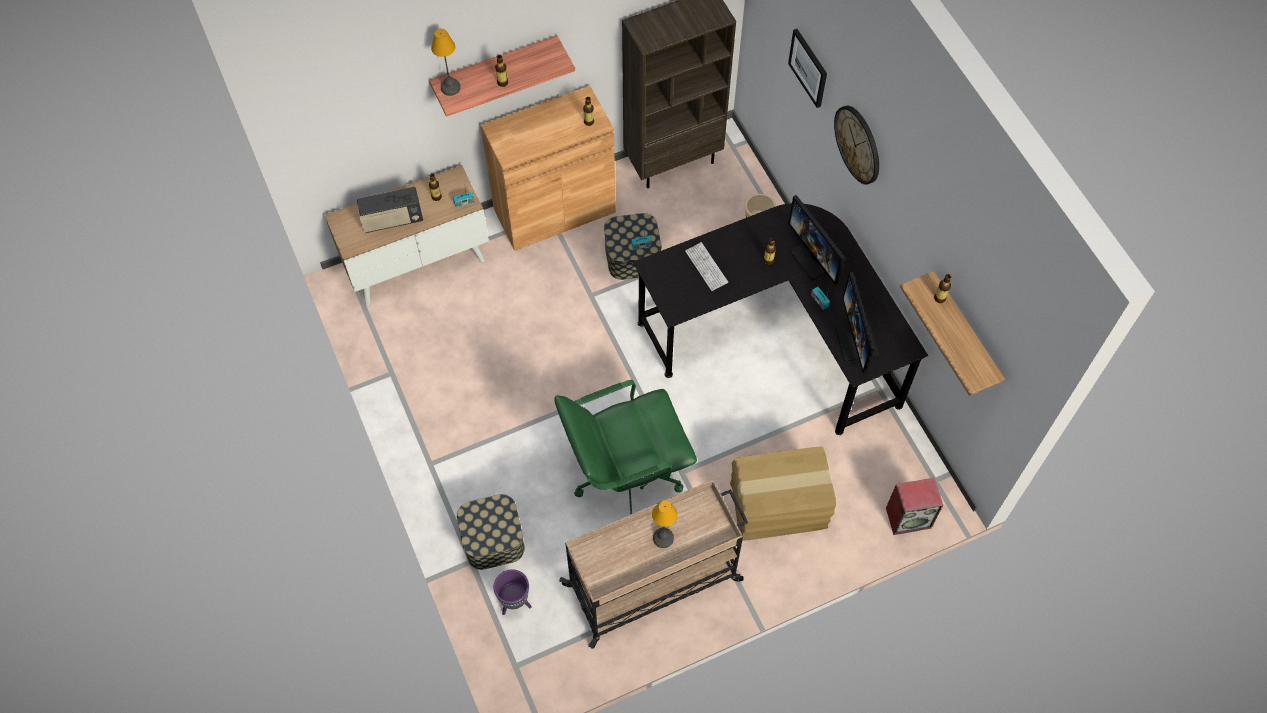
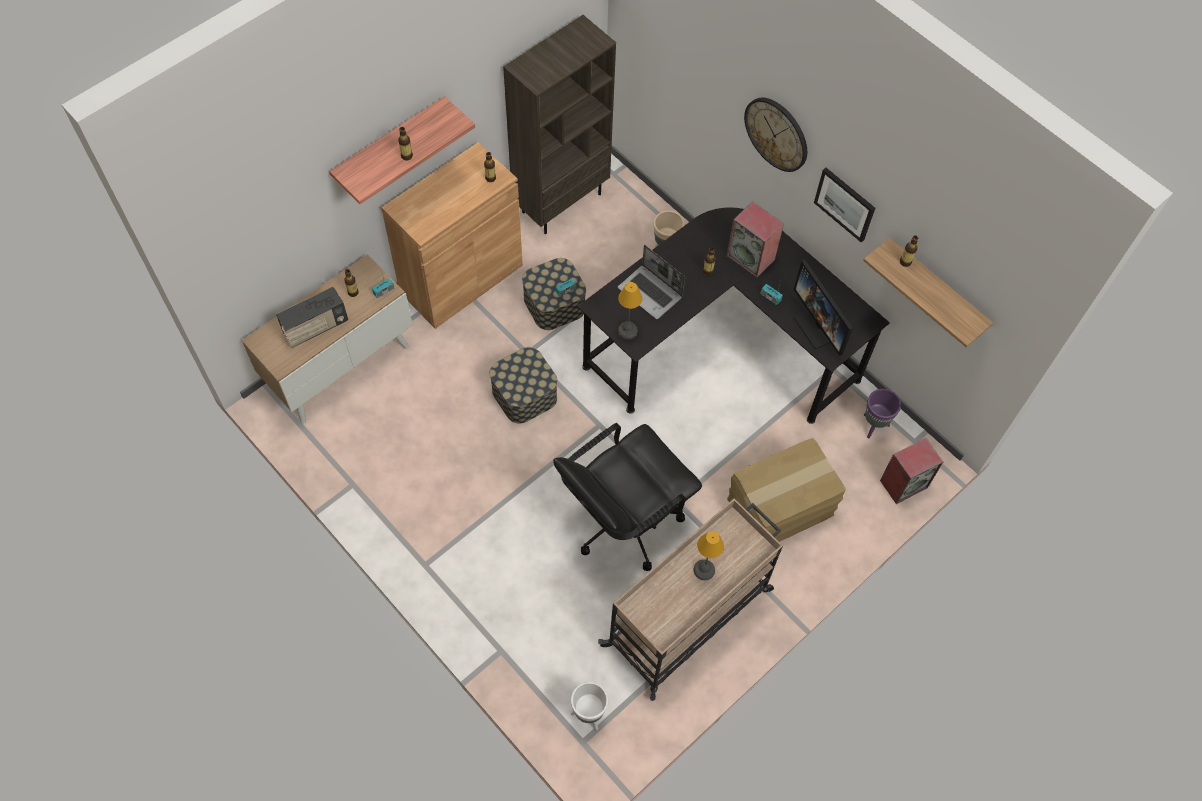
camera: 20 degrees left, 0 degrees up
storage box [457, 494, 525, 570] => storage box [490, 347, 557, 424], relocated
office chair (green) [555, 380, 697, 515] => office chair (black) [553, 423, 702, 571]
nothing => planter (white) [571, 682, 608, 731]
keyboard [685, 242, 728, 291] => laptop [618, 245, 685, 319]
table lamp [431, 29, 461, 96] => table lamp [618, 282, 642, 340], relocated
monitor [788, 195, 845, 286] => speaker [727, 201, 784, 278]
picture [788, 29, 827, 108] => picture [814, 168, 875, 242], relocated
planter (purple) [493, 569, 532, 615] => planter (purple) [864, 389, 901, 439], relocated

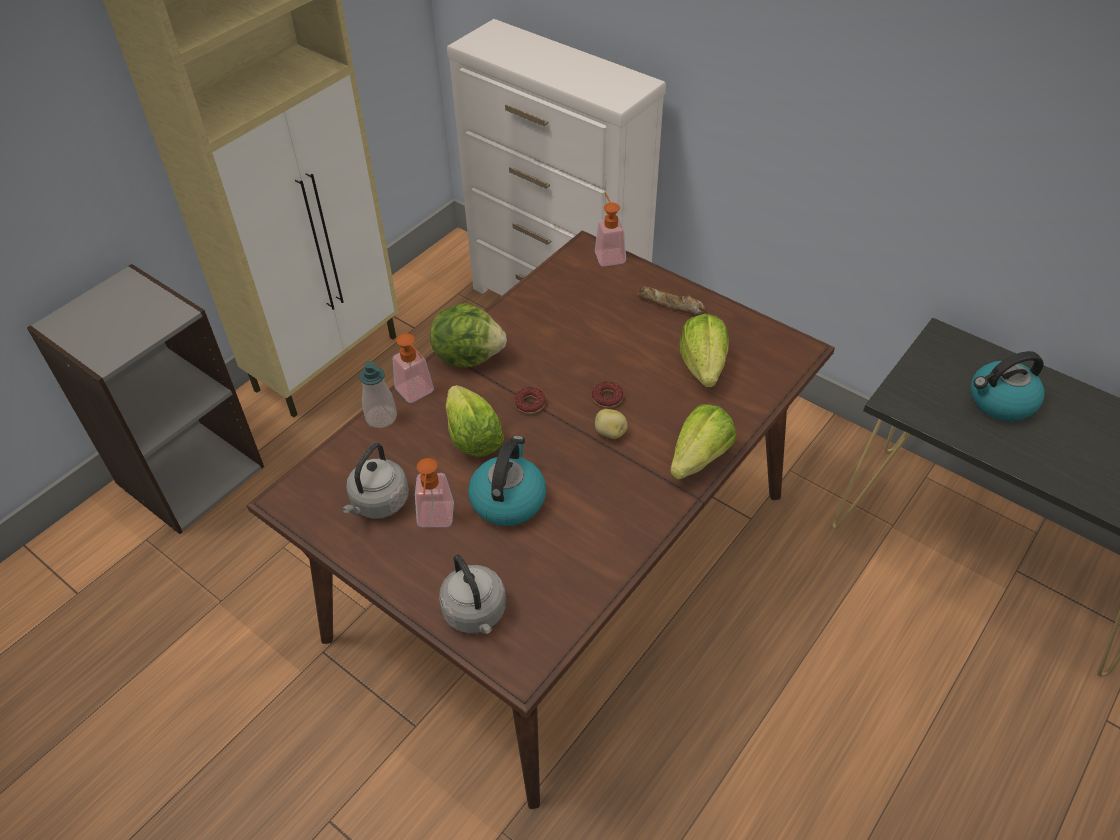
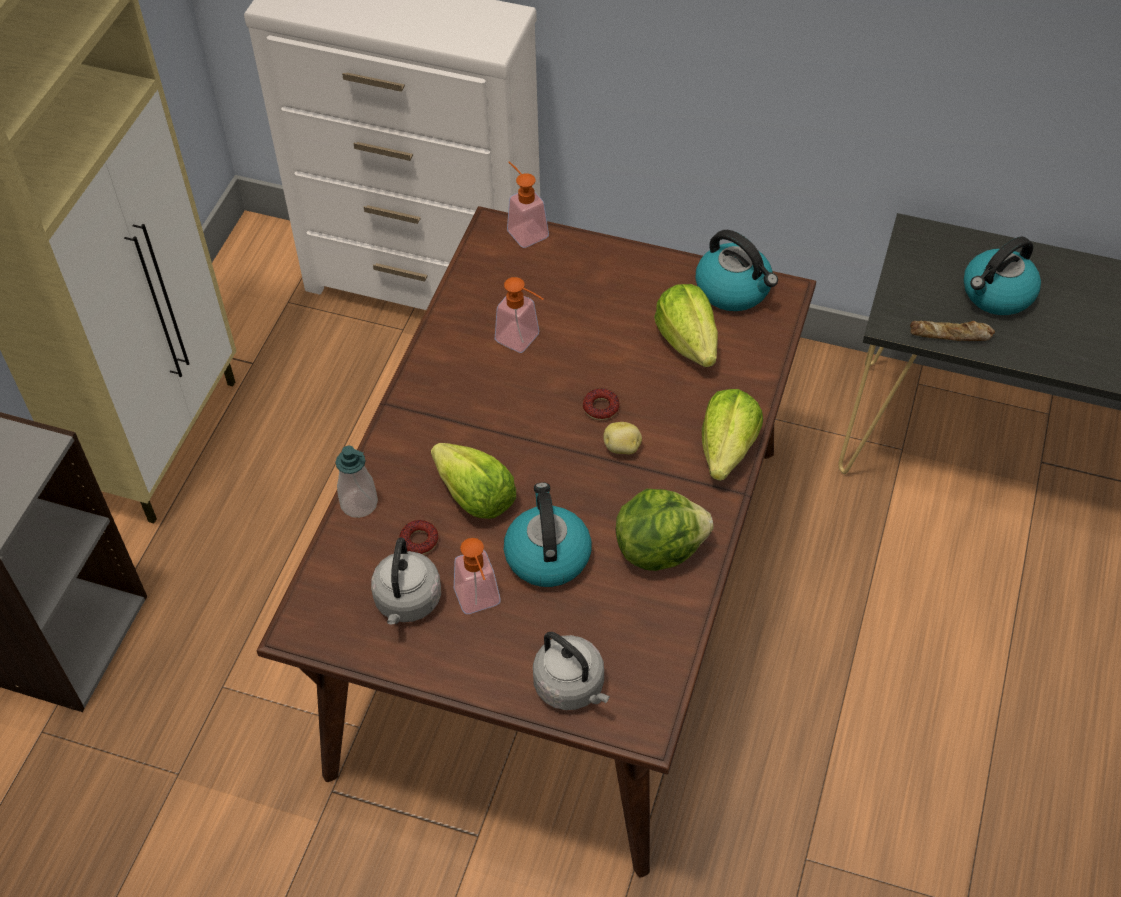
camera: 20 degrees left, 5 degrees up
donut [514, 387, 546, 414] => donut [399, 520, 439, 555], relocated
soap dispenser [393, 333, 434, 403] => soap dispenser [495, 277, 543, 353], relocated
lettuce [430, 303, 507, 367] => lettuce [616, 489, 713, 571], relocated
nothing => kettle [696, 230, 778, 311]
bread [638, 286, 705, 315] => bread [910, 321, 995, 341], relocated

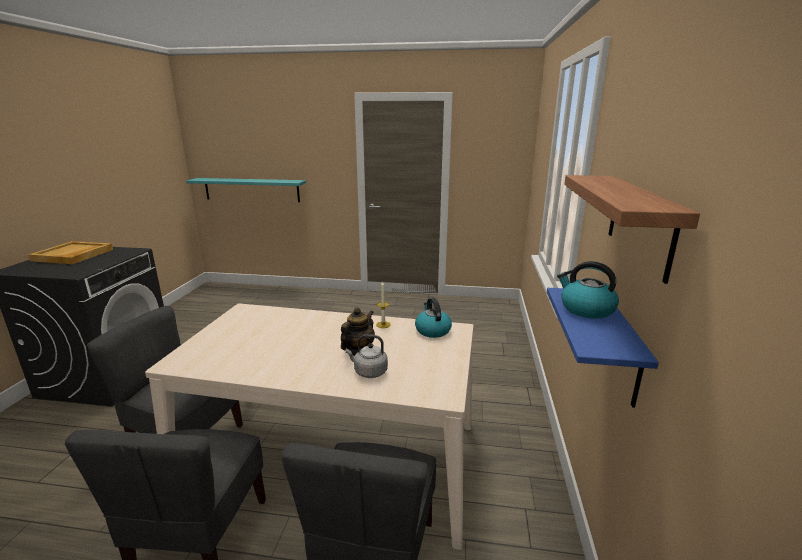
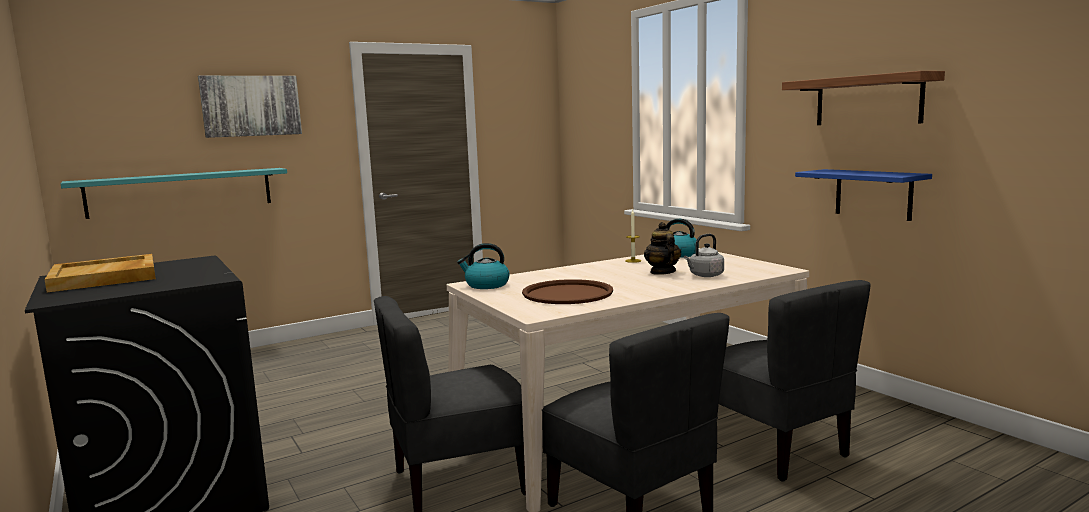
camera: 40 degrees left, 10 degrees down
nothing => picture [198, 76, 302, 138]
kettle [557, 261, 619, 319] => kettle [457, 243, 510, 289], relocated
nothing => tray (brown) [522, 279, 613, 304]

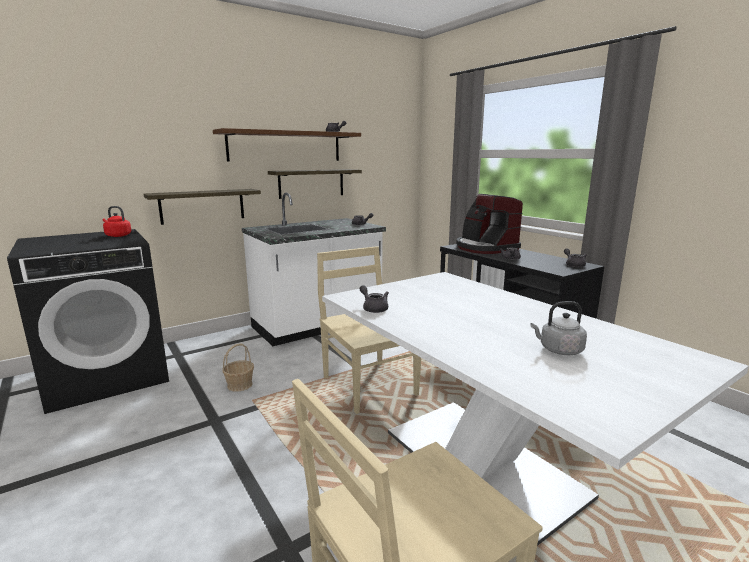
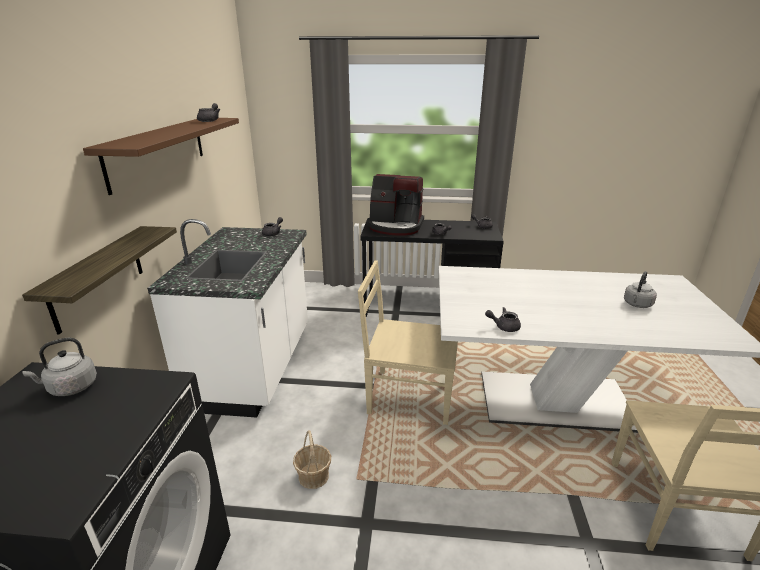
camera: 50 degrees left, 10 degrees up
kettle (red) [102, 206, 131, 237] => kettle (grey) [22, 338, 97, 396]
shelf [268, 169, 362, 199] => nothing

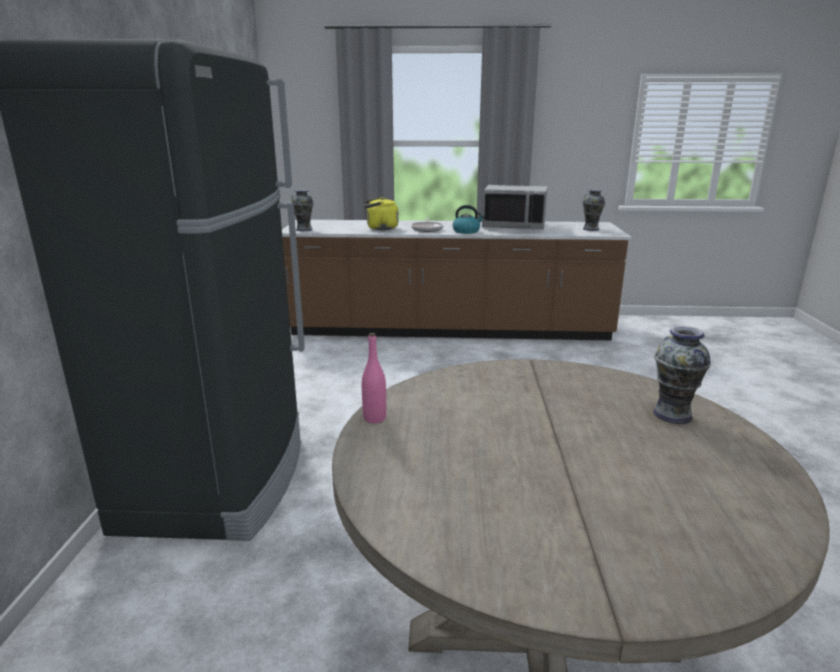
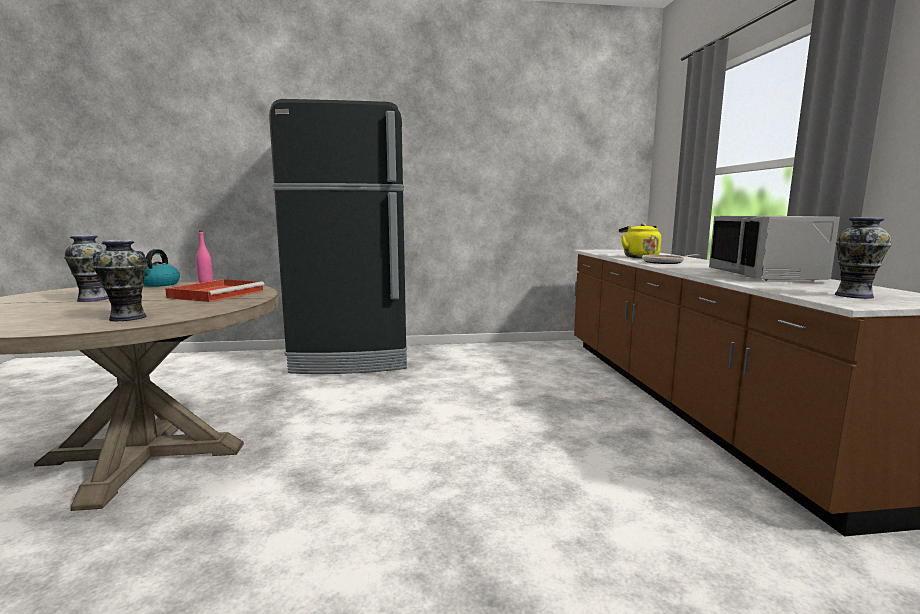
camera: 80 degrees right, 10 degrees down
vase [291, 189, 314, 231] => vase [64, 235, 109, 302], relocated
kettle [453, 205, 485, 234] => kettle [144, 249, 180, 287], relocated
nothing => tray (red) [165, 279, 265, 302]

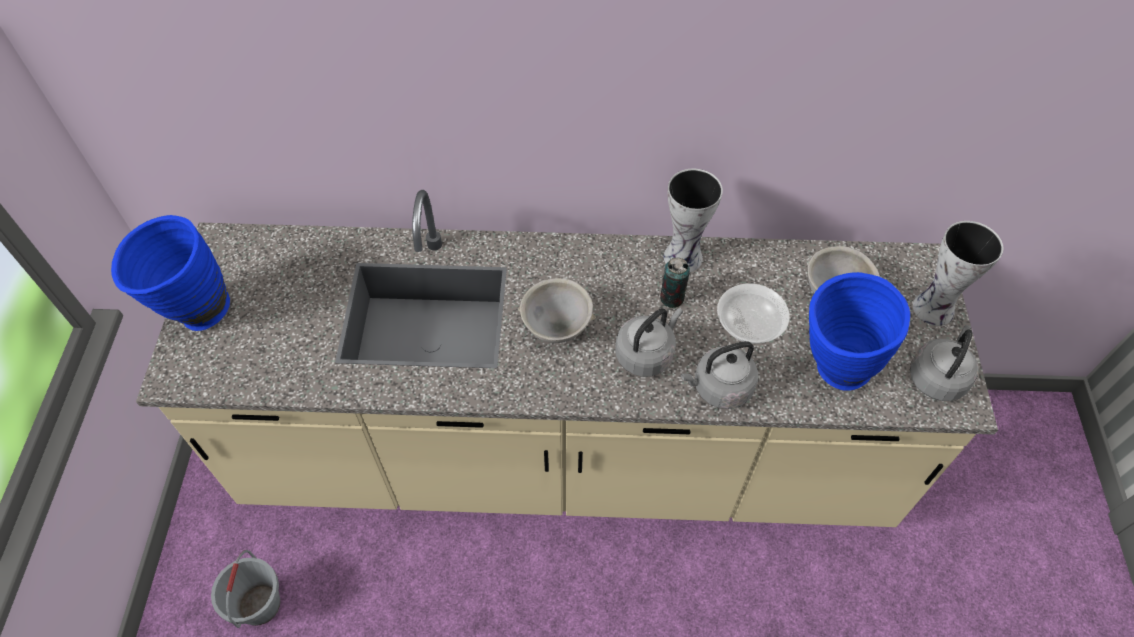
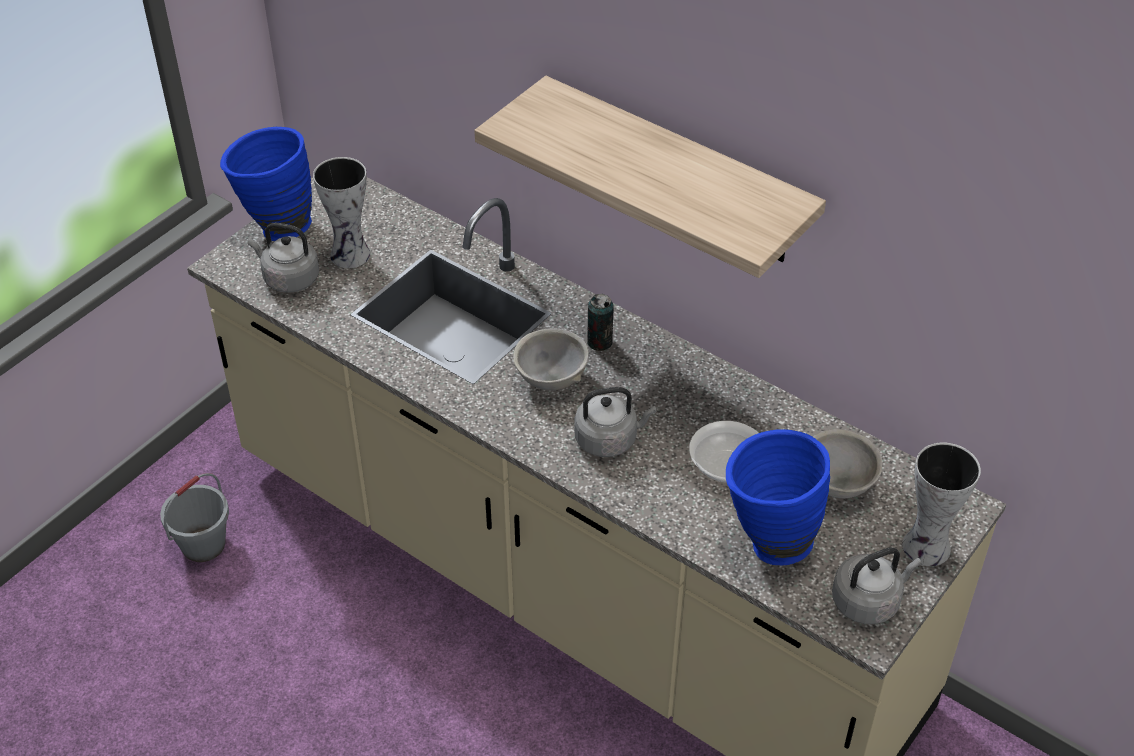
camera: 35 degrees right, 10 degrees down
kettle (grey) [681, 341, 758, 409] => kettle (grey) [248, 222, 319, 293], relocated
vase [664, 169, 723, 272] => vase [313, 157, 371, 268], relocated
nothing => shelf [474, 76, 826, 278]
can [660, 257, 690, 308] => can [587, 294, 614, 351], relocated

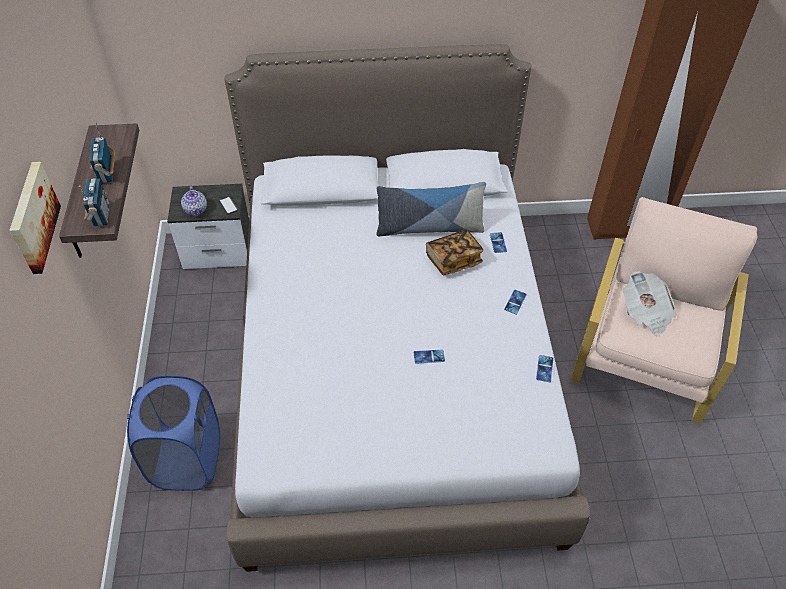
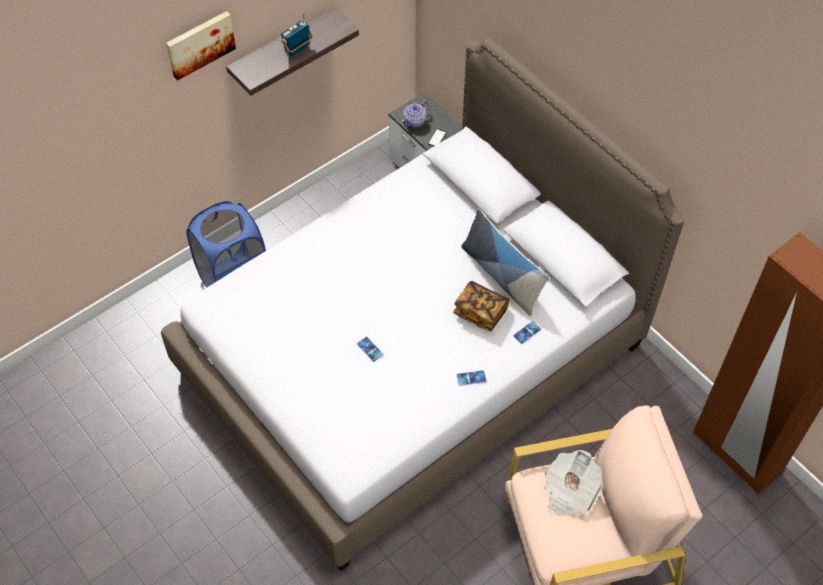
camera: 55 degrees right, 5 degrees up
radio [79, 178, 110, 226] => nothing
phone [536, 355, 554, 382] => nothing

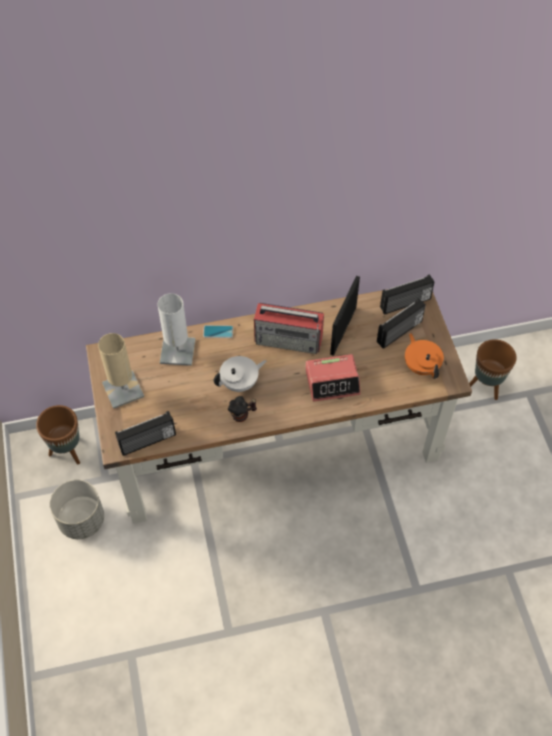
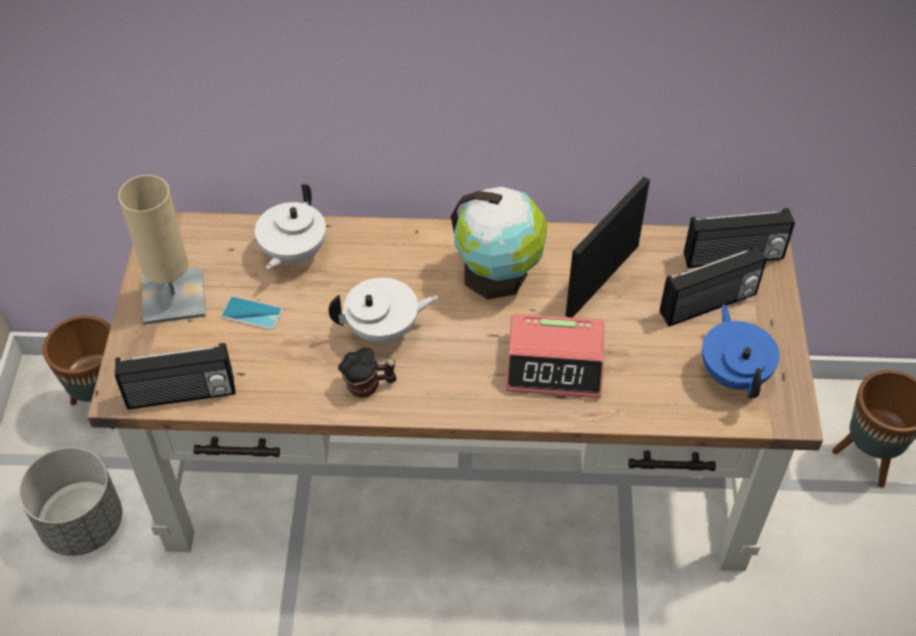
camera: 15 degrees right, 5 degrees down
phone [203, 325, 233, 338] => phone [221, 296, 283, 330], relocated
table lamp (white) [158, 293, 196, 366] => teapot (white) [255, 184, 326, 269]
radio [254, 303, 324, 354] => globe [451, 187, 548, 300]
teapot (orange) [405, 333, 444, 379] => teapot (blue) [702, 305, 780, 398]

